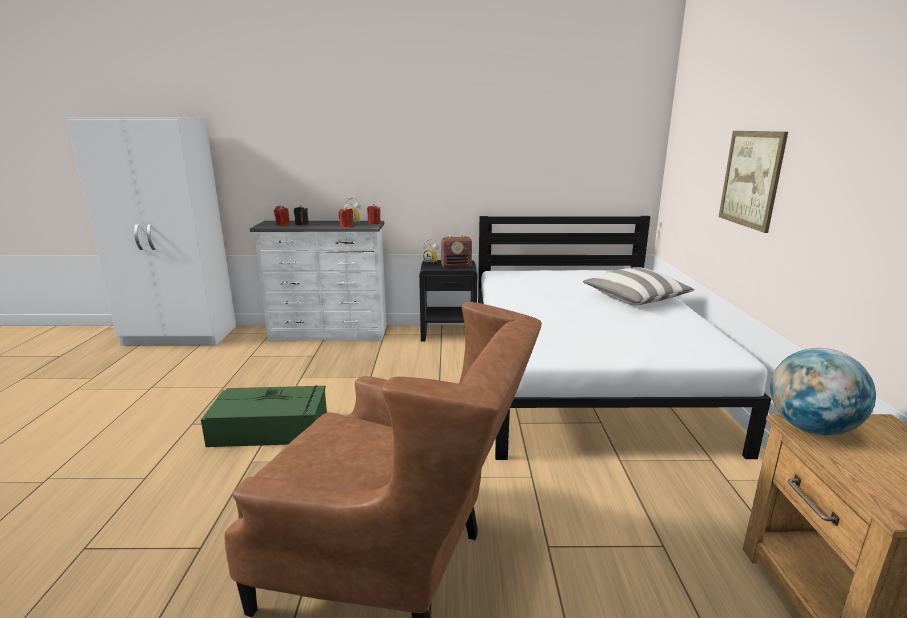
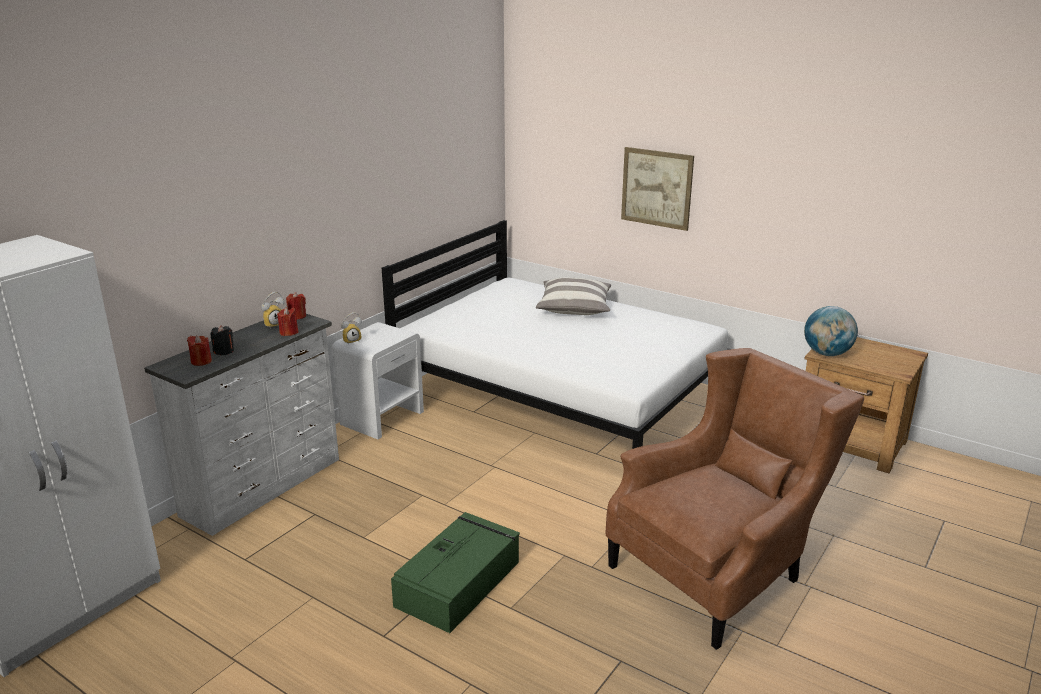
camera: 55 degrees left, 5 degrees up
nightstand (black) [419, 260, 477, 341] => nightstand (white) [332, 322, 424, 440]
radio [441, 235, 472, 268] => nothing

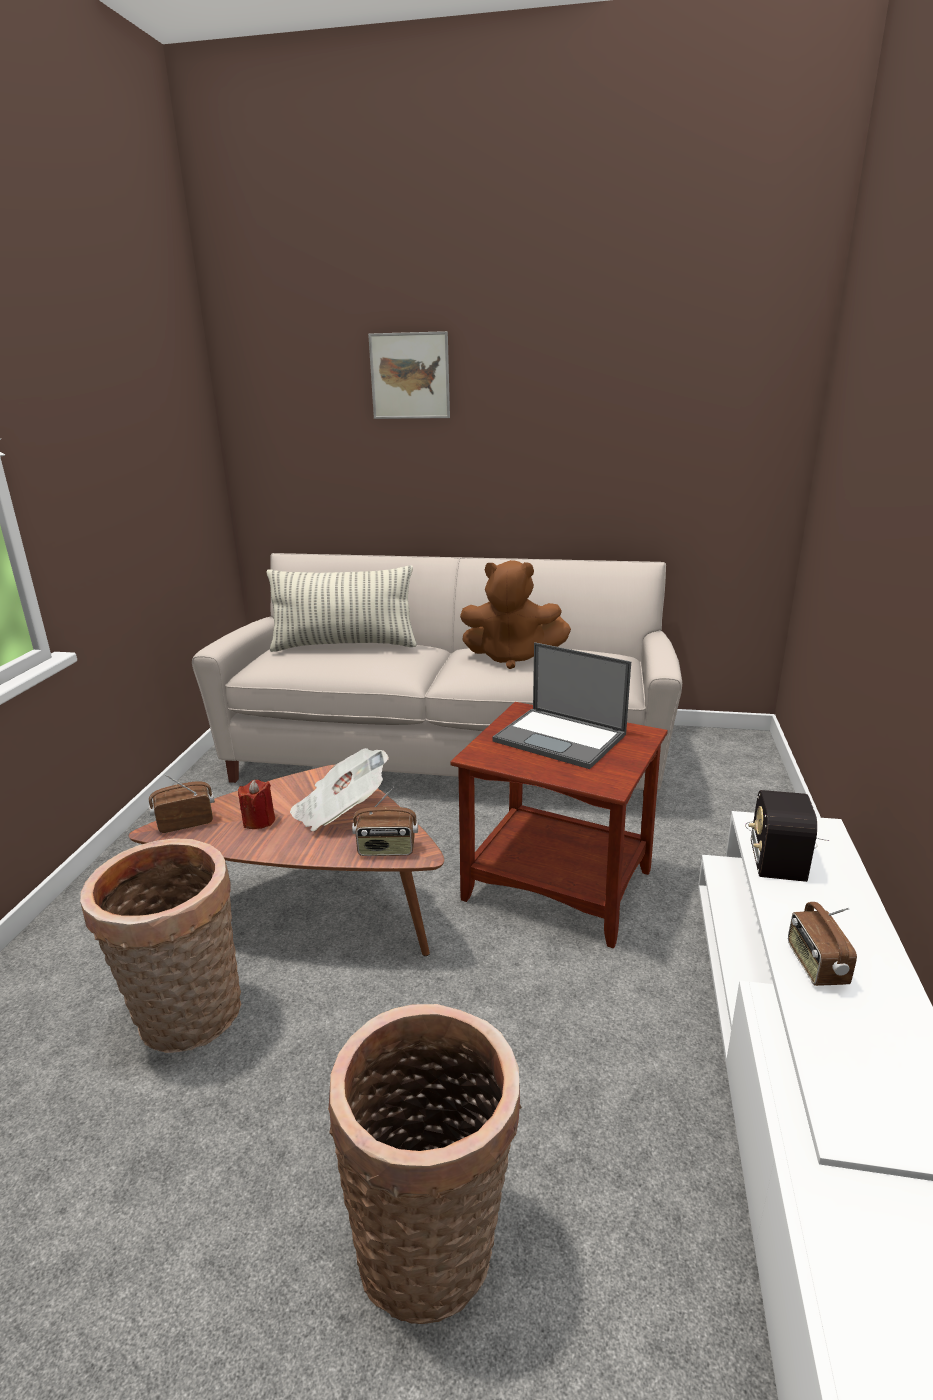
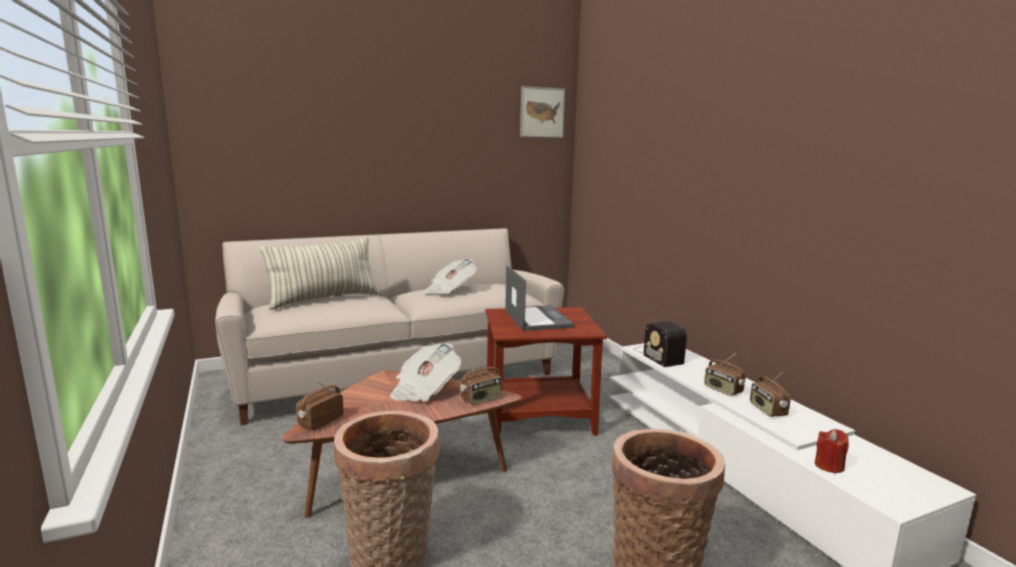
camera: 35 degrees left, 10 degrees down
plush toy (brown) [460, 560, 571, 669] => newspaper [424, 258, 477, 294]
laptop [493, 642, 631, 769] => laptop [505, 265, 575, 331], 105 degrees counterclockwise
picture [368, 331, 450, 419] => picture [520, 86, 565, 138], relocated
nothing => radio [750, 371, 791, 417]
candle (red) [238, 779, 275, 829] => candle (red) [815, 429, 849, 474], relocated

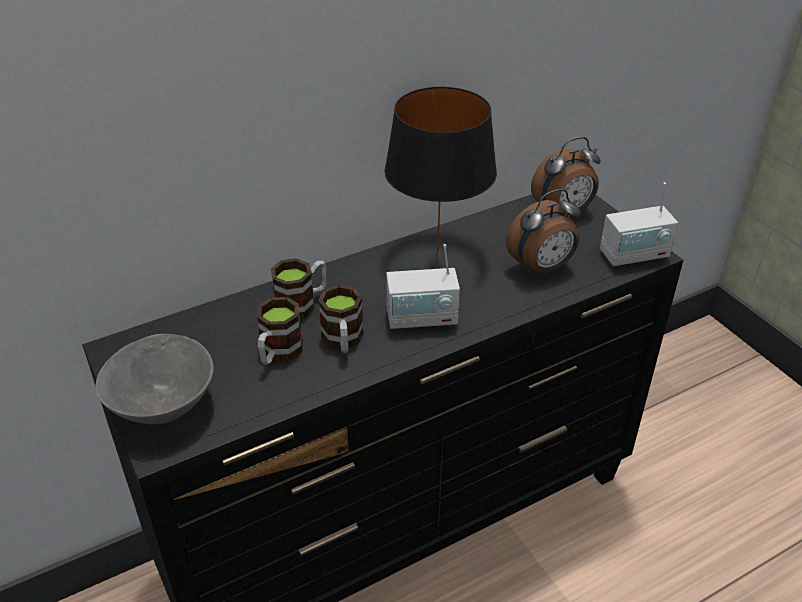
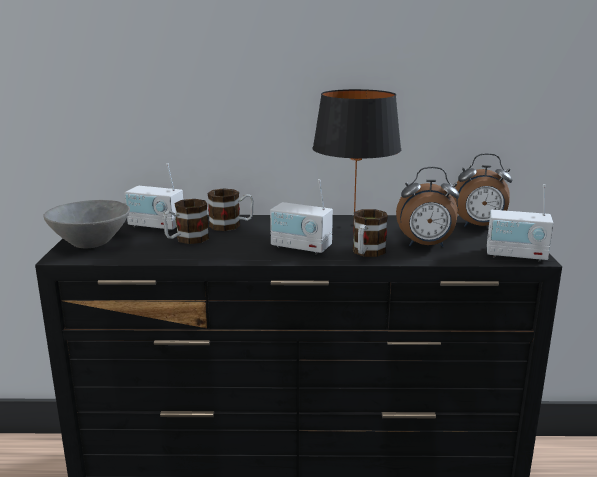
camera: 30 degrees right, 20 degrees down
nothing => radio [125, 163, 183, 231]
mug [318, 285, 364, 353] => mug [353, 209, 388, 257], relocated

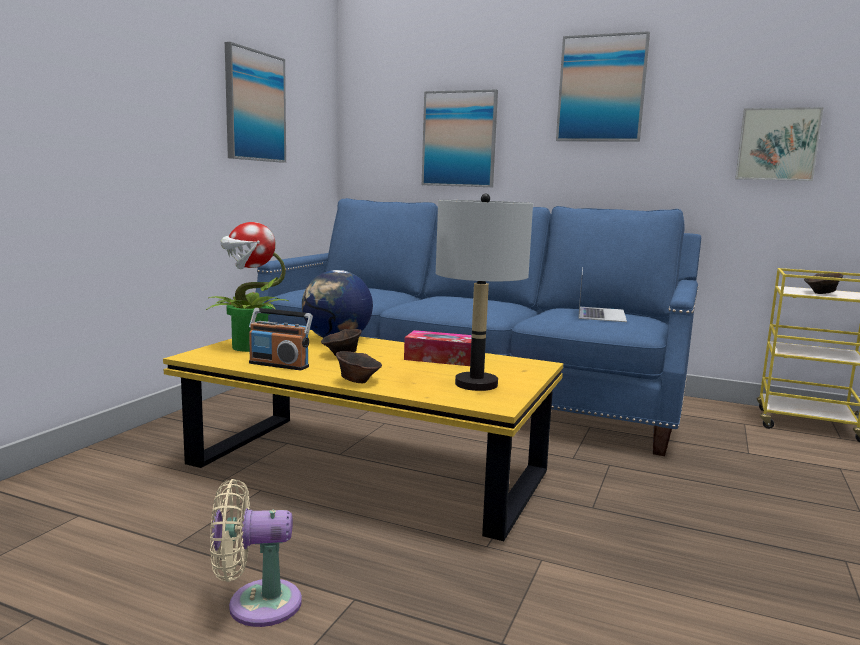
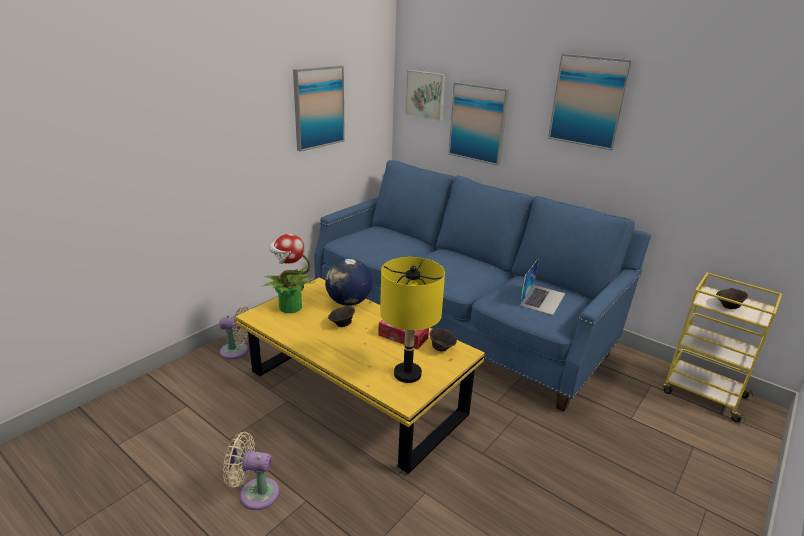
camera: 15 degrees right, 15 degrees up
nothing => fan (beige) [219, 306, 250, 359]
table lamp (grey) [436, 194, 533, 391] => table lamp (yellow) [380, 257, 445, 383]
picture [735, 107, 824, 181] => picture [405, 70, 446, 121], relocated
bowl (brown) [336, 351, 382, 383] => bowl (brown) [430, 328, 457, 351], relocated
radio [249, 308, 313, 370] => nothing

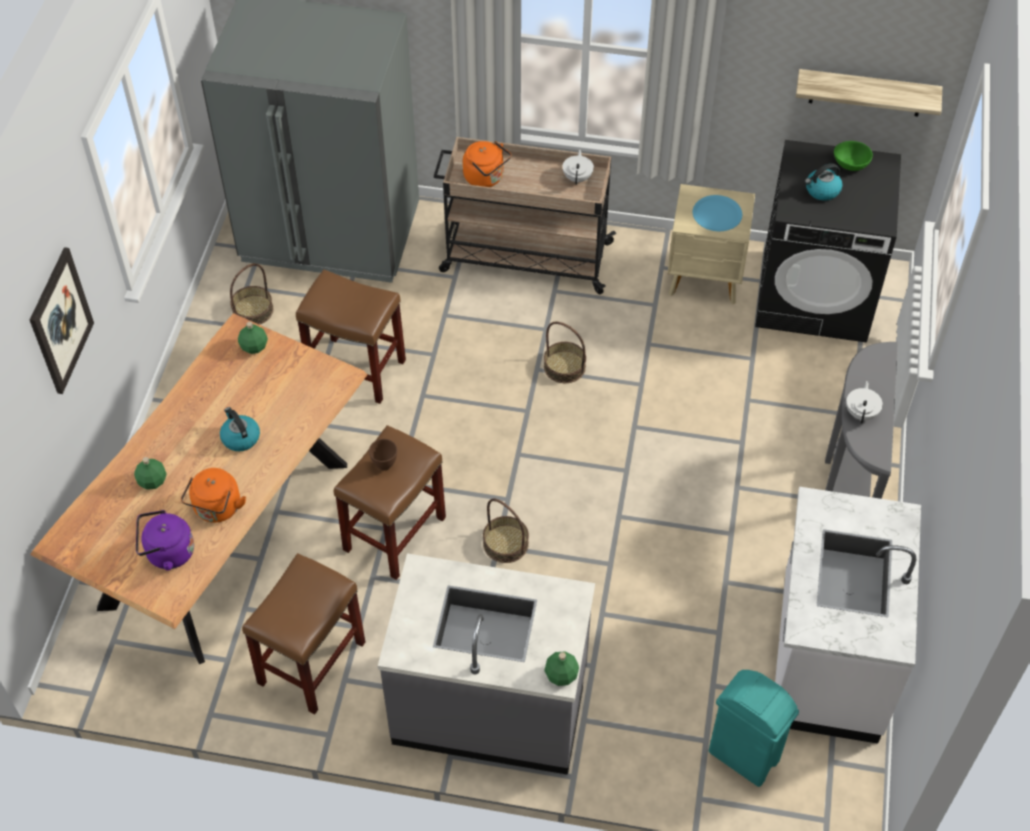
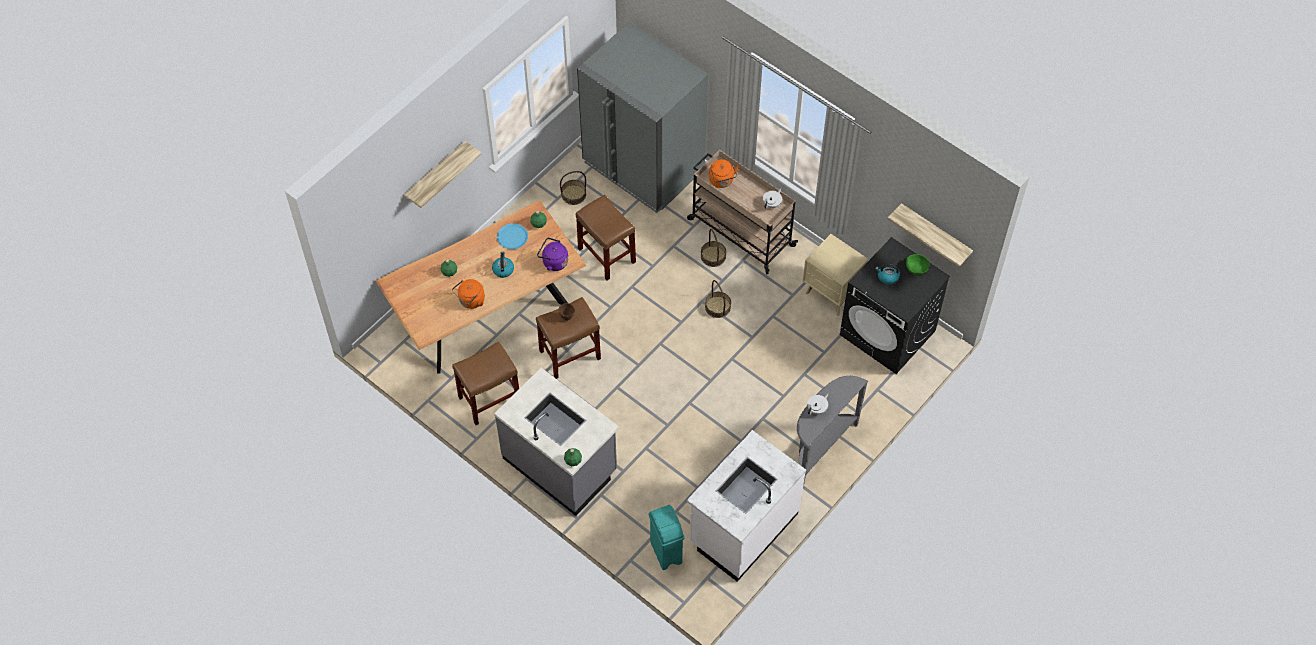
camera: 30 degrees right, 5 degrees up
picture [30, 247, 94, 394] => shelf [404, 141, 481, 208]
plate (blue) [693, 195, 742, 231] => plate (blue) [497, 223, 528, 249], relocated
kettle (purple) [136, 510, 194, 571] => kettle (purple) [537, 238, 568, 271], relocated
basket [483, 499, 529, 563] => basket [701, 229, 726, 267], relocated

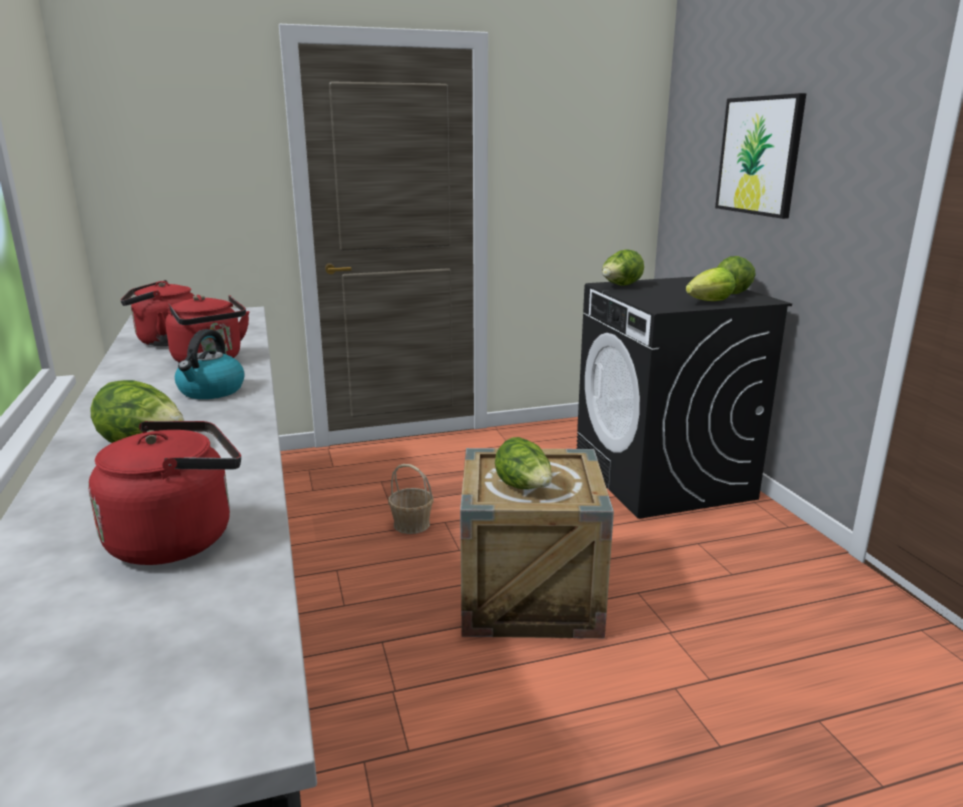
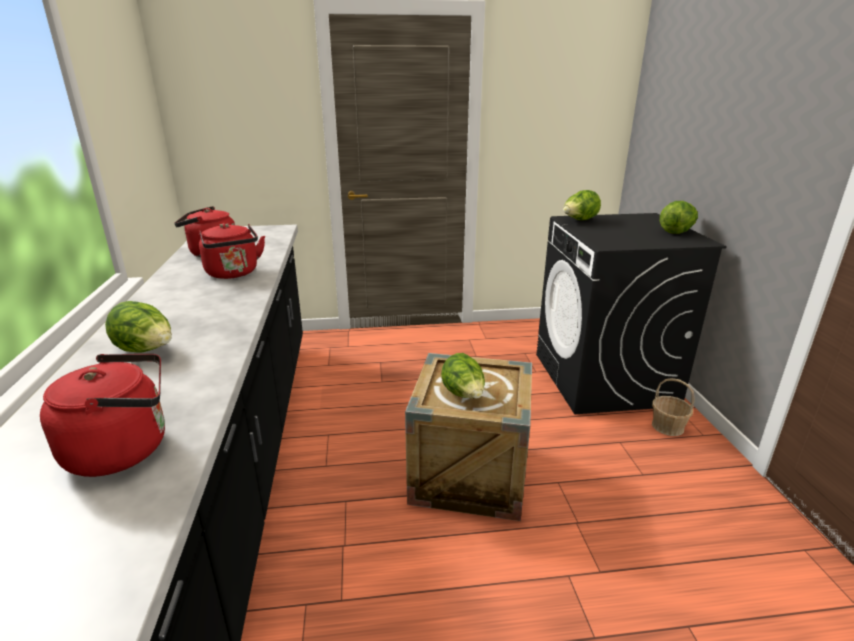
camera: 10 degrees right, 5 degrees up
basket [388, 464, 434, 534] => basket [652, 378, 695, 436], relocated
kettle [175, 329, 245, 399] => nothing
lettuce [686, 267, 735, 301] => nothing
picture [715, 93, 806, 219] => nothing

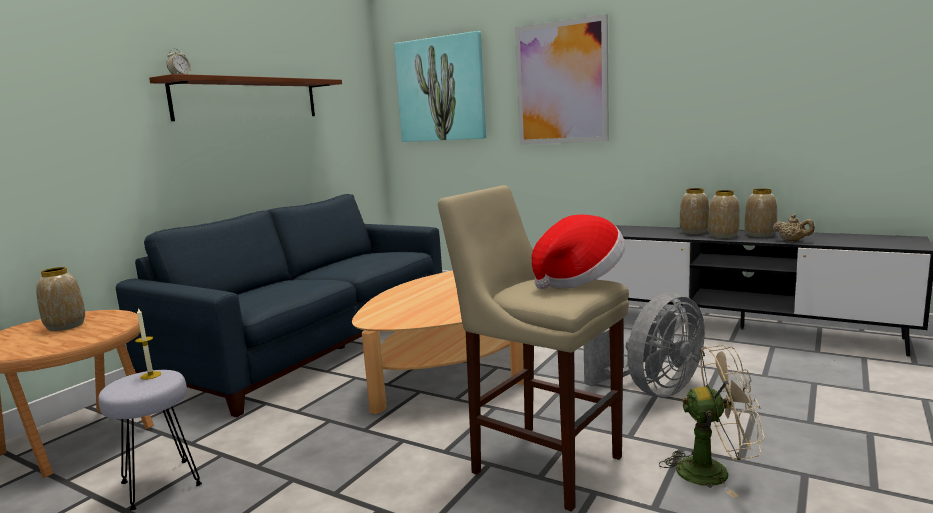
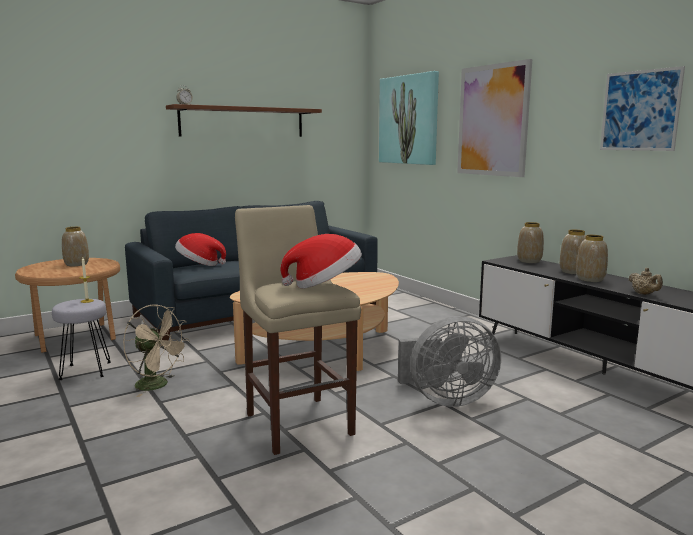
camera: 25 degrees right, 0 degrees up
fan (beige) [659, 345, 765, 498] => fan (beige) [123, 305, 190, 397], relocated
nothing => hat [175, 233, 226, 266]
vase [745, 188, 777, 237] => vase [517, 222, 544, 263], relocated
nothing => picture [600, 66, 685, 151]

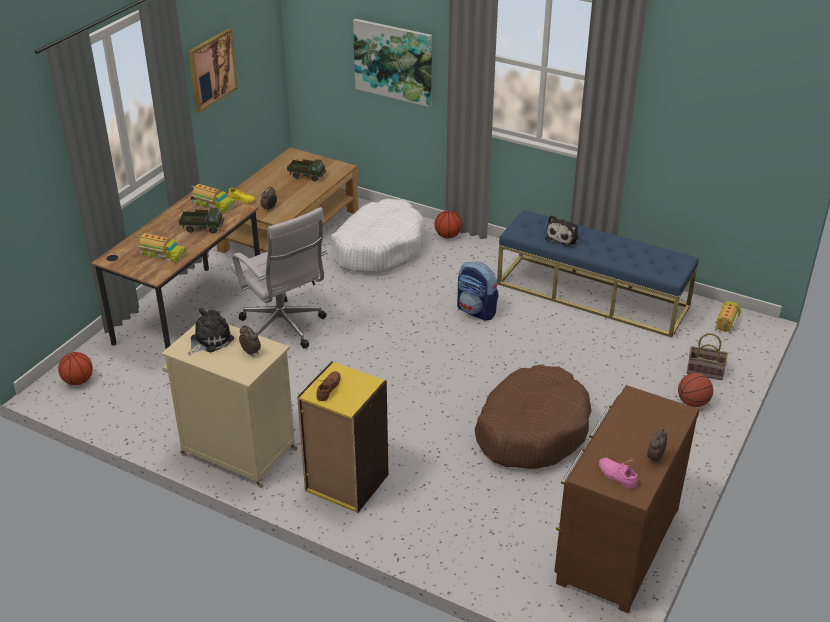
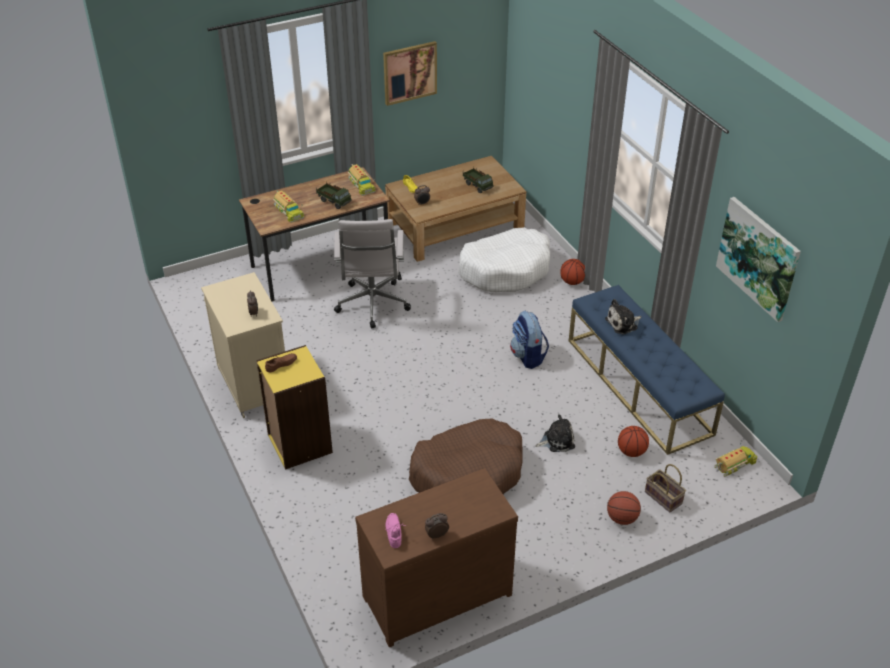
camera: 35 degrees right, 5 degrees up
plush toy [188, 308, 234, 355] => plush toy [535, 414, 575, 452], relocated
basketball [58, 352, 93, 385] => basketball [618, 426, 649, 457], relocated
picture [353, 19, 432, 107] => picture [716, 197, 801, 322], relocated

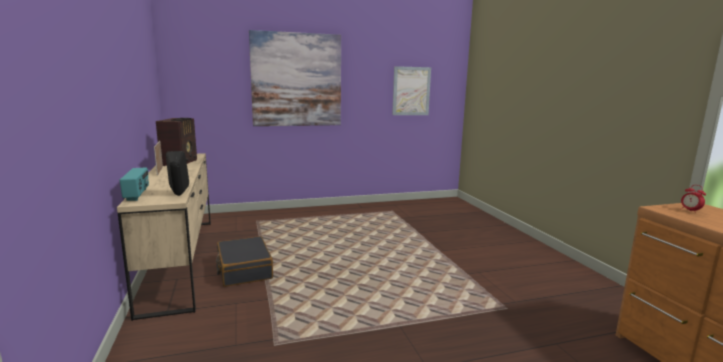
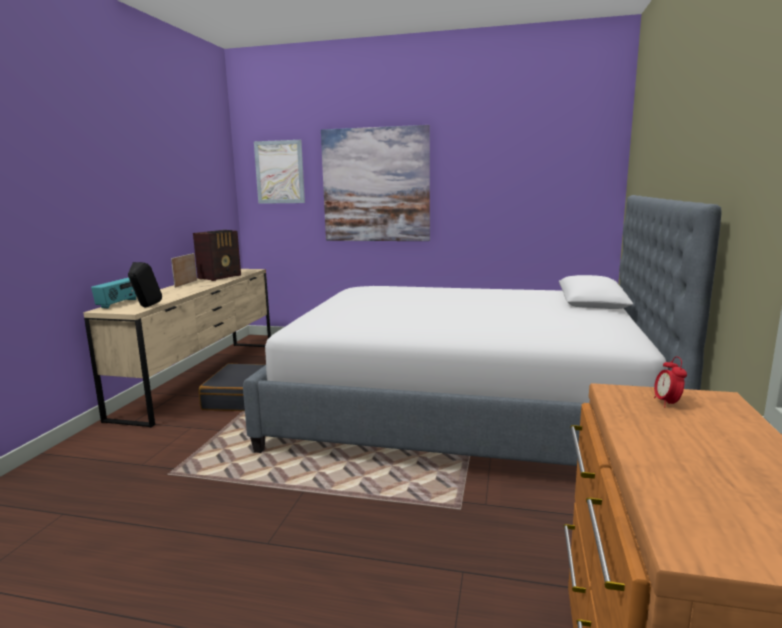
camera: 30 degrees right, 0 degrees up
nothing => bed [243, 195, 722, 466]
picture [392, 66, 431, 115] => picture [254, 140, 305, 204], relocated

